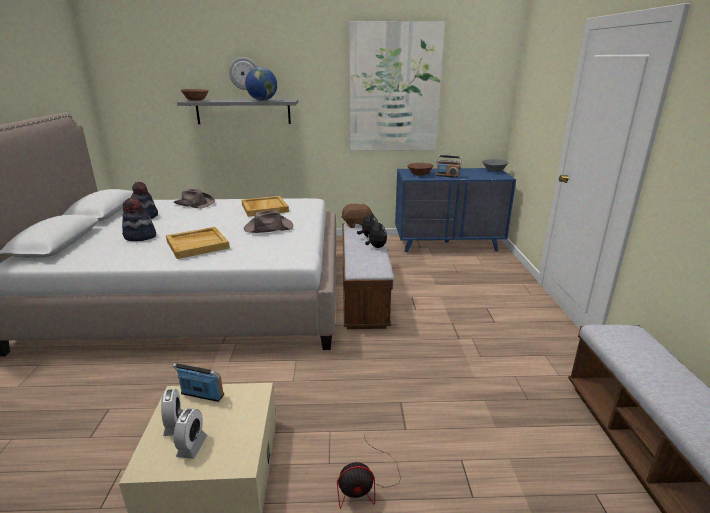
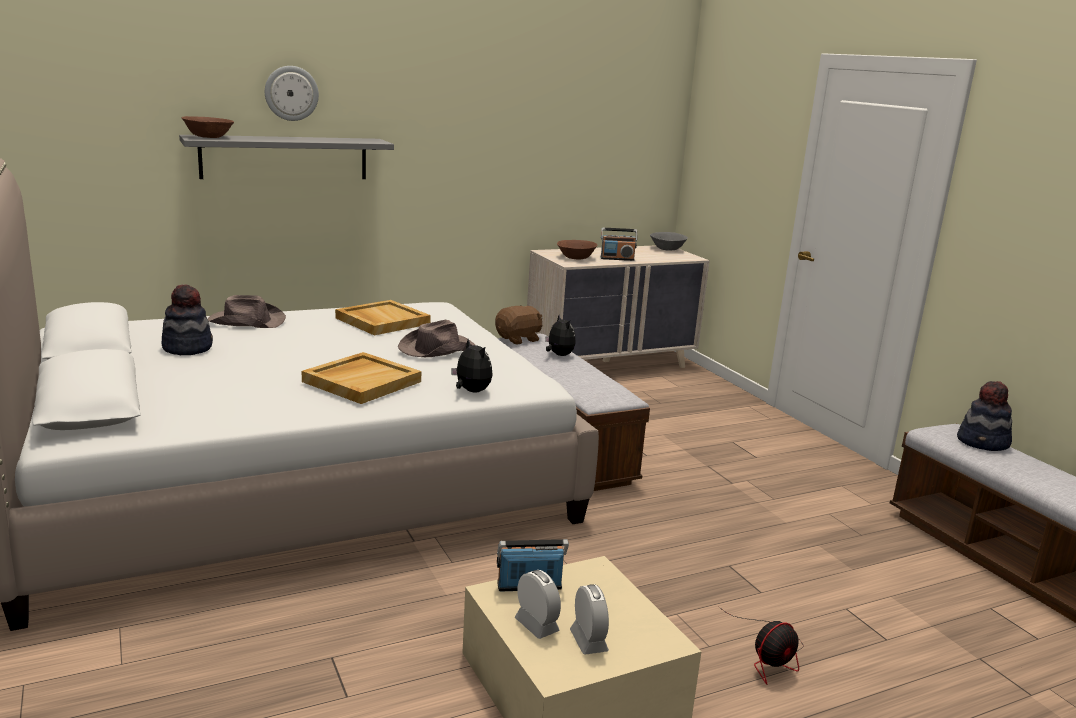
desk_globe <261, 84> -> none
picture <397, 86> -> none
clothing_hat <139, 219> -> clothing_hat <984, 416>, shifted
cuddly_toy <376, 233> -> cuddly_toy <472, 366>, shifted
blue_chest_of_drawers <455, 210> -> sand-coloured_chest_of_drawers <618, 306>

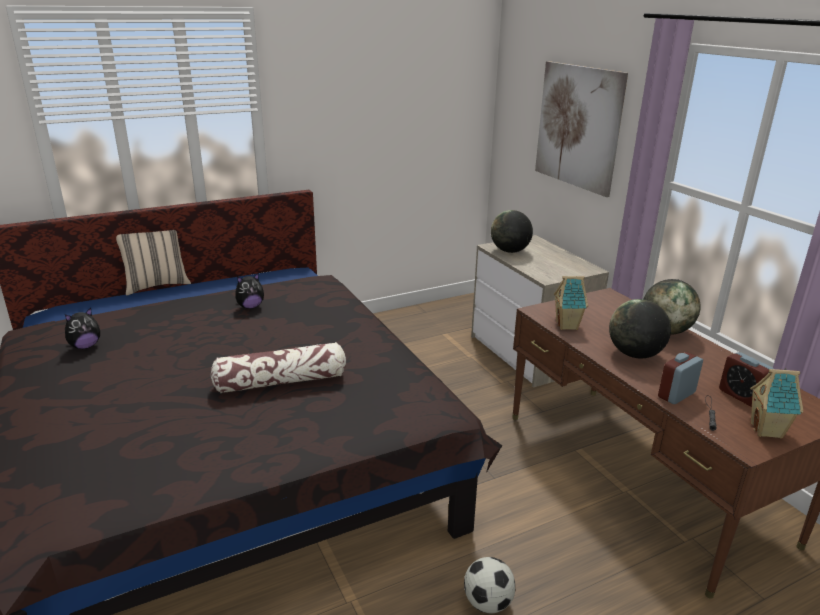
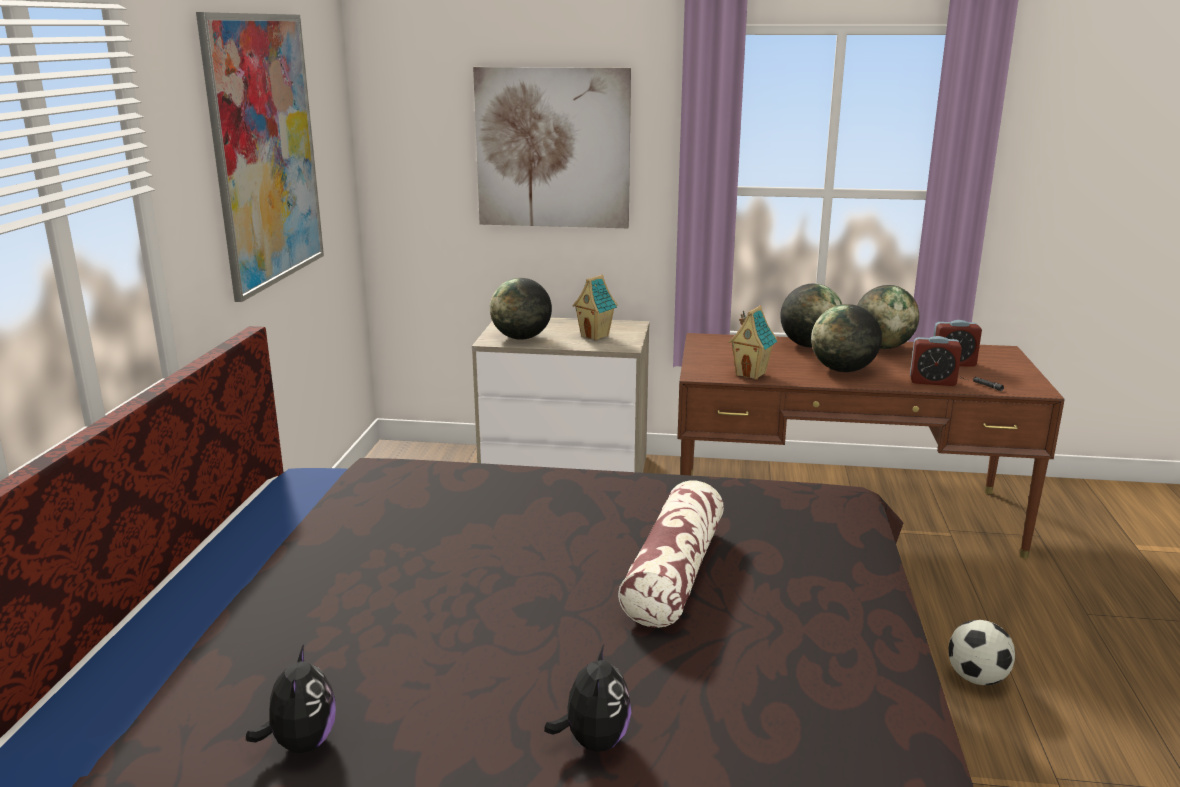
sand-coloured_cushion <153, 262> -> none
none -> picture <260, 157>
none -> desk_globe <888, 317>
cuddly_toy <249, 291> -> cuddly_toy <587, 698>, shifted
model_house <776, 403> -> model_house <594, 307>, shifted
alarm_clock <680, 378> -> alarm_clock <936, 361>, 75 degrees counterclockwise

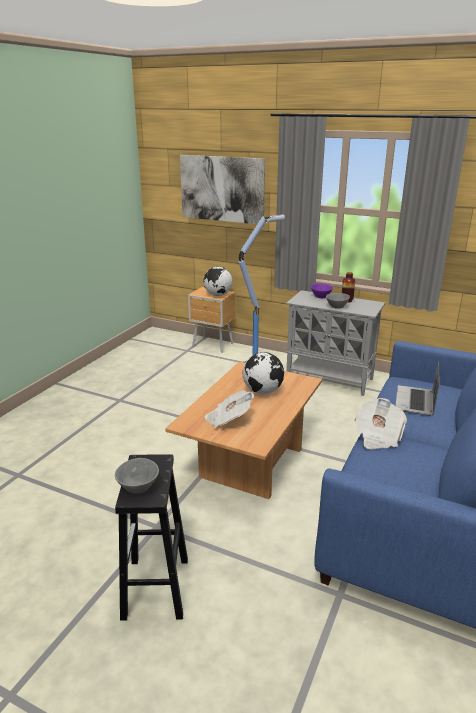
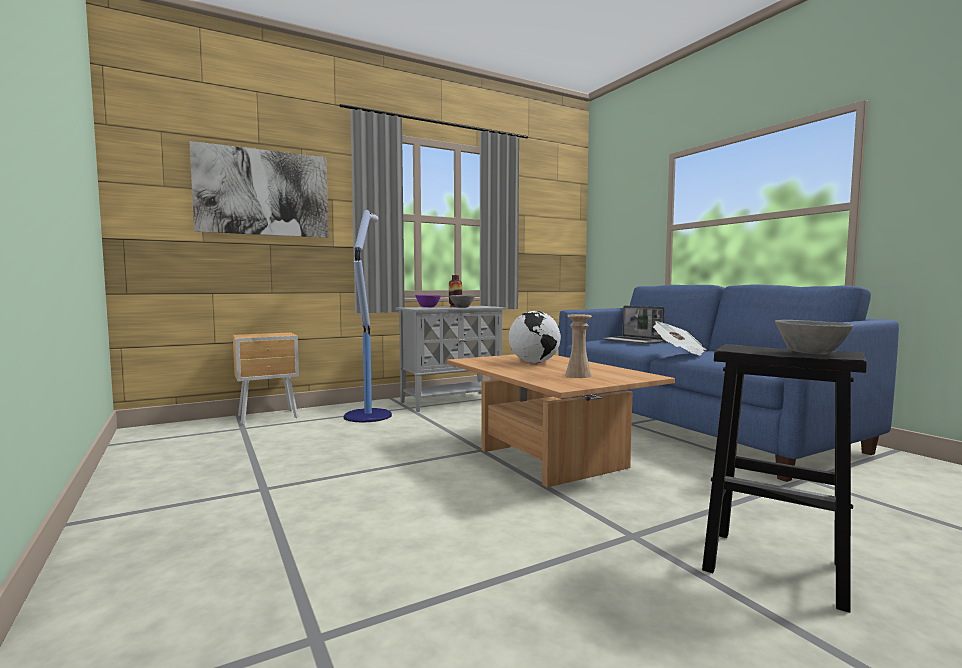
desk_globe <217, 281> -> none
daily_paper <229, 409> -> sand-coloured_vase <578, 346>

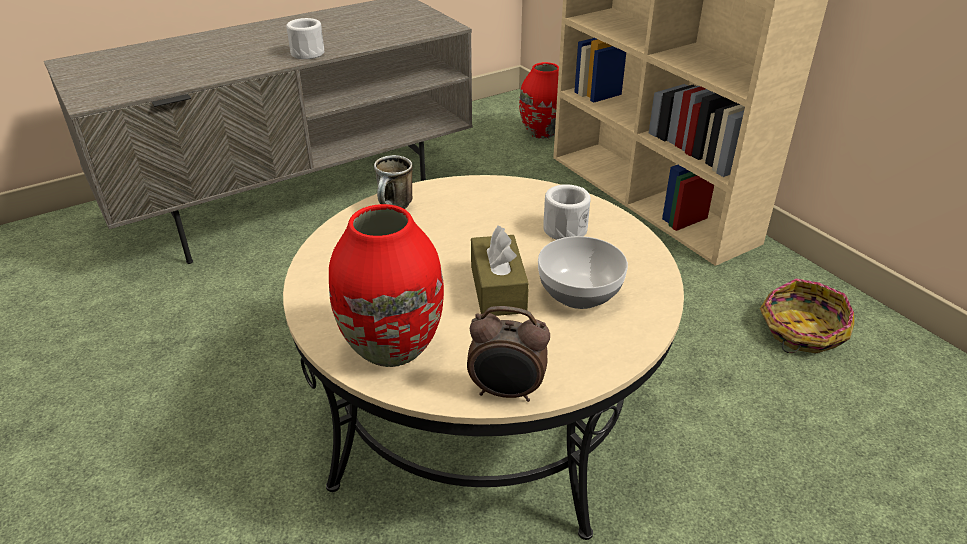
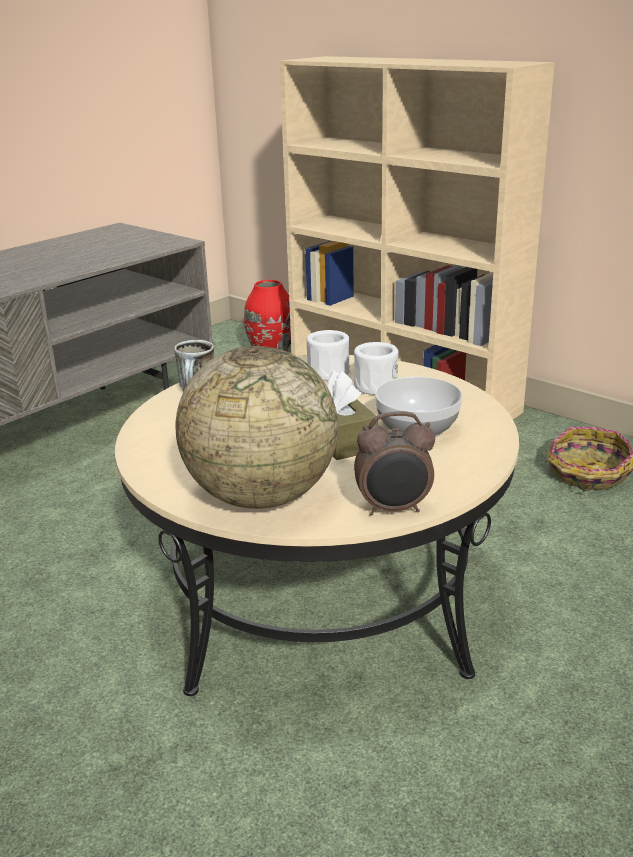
whitish_mug <305, 38> -> whitish_mug <328, 355>, shifted
reddish_vase <386, 285> -> desk_globe <256, 427>

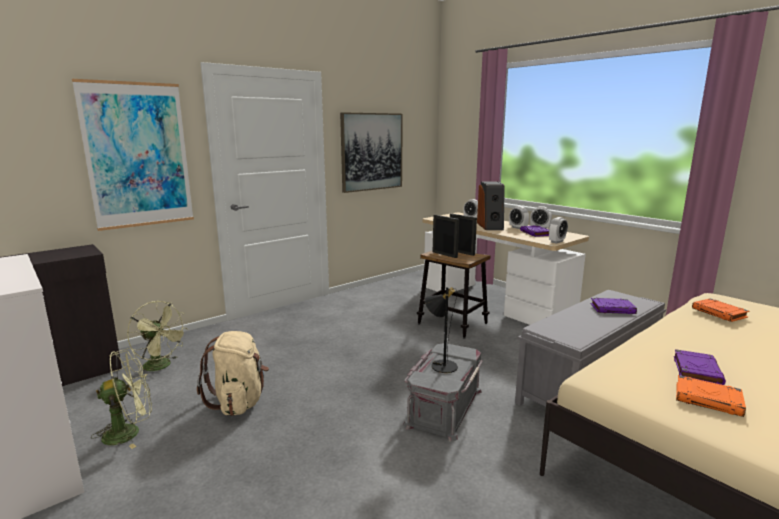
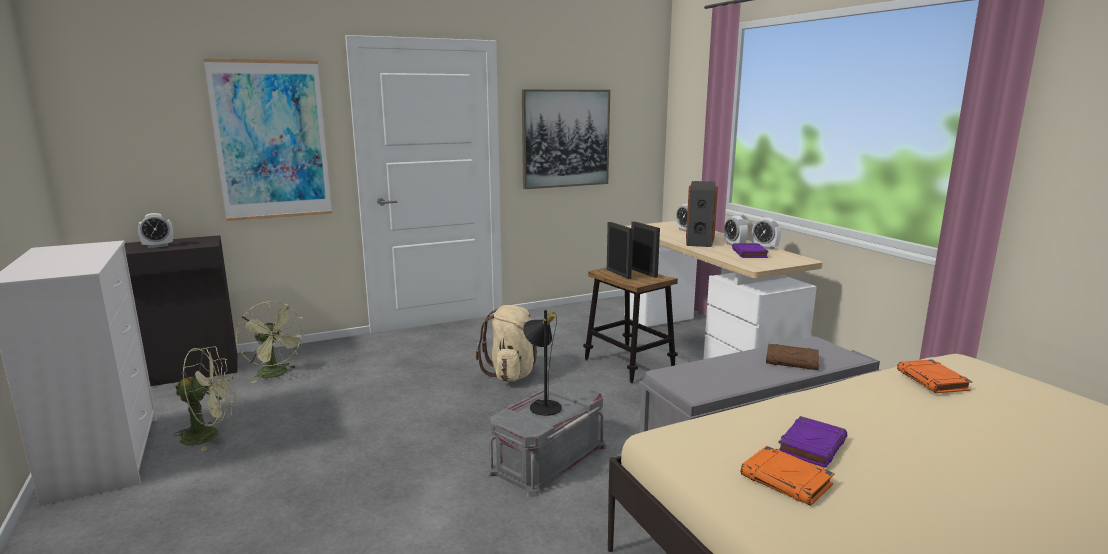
sand-coloured_rucksack <233, 373> -> sand-coloured_rucksack <506, 343>, shifted
alarm_clock <558, 230> -> alarm_clock <155, 230>, shifted
purplish_volume <613, 306> -> brownish_volume <792, 356>

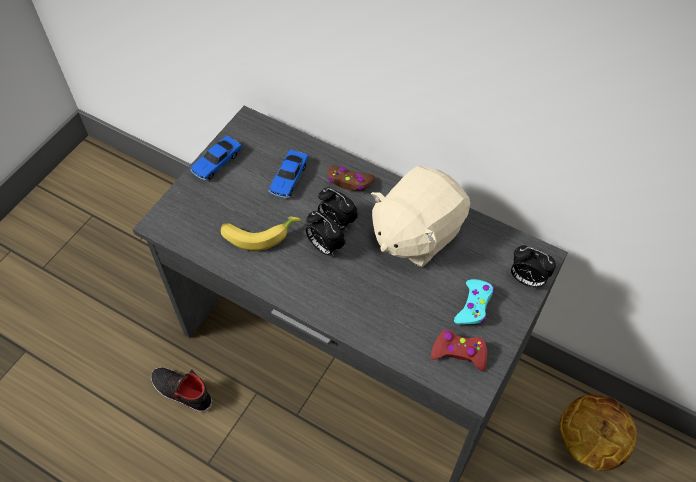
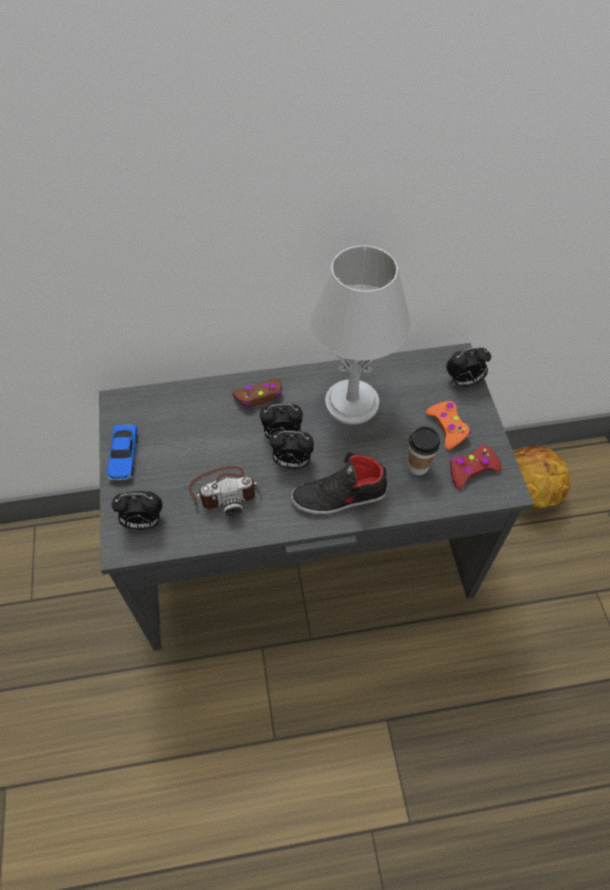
toy_car <288, 174> -> none
none -> alarm_clock <136, 510>
none -> drinking_cup <424, 450>
black-coloured_low_shoe <181, 390> -> black-coloured_low_shoe <339, 483>, shifted
whole_banana <261, 234> -> still_camera <224, 491>
sand-coloured_cuddly_toy <420, 216> -> gray_lamp_for_a_table <360, 335>
blue-green_gamepad <474, 302> -> orangey_gamepad <448, 425>

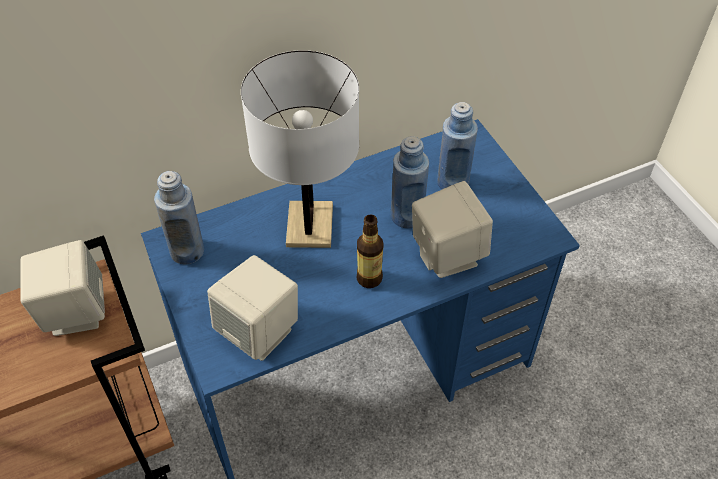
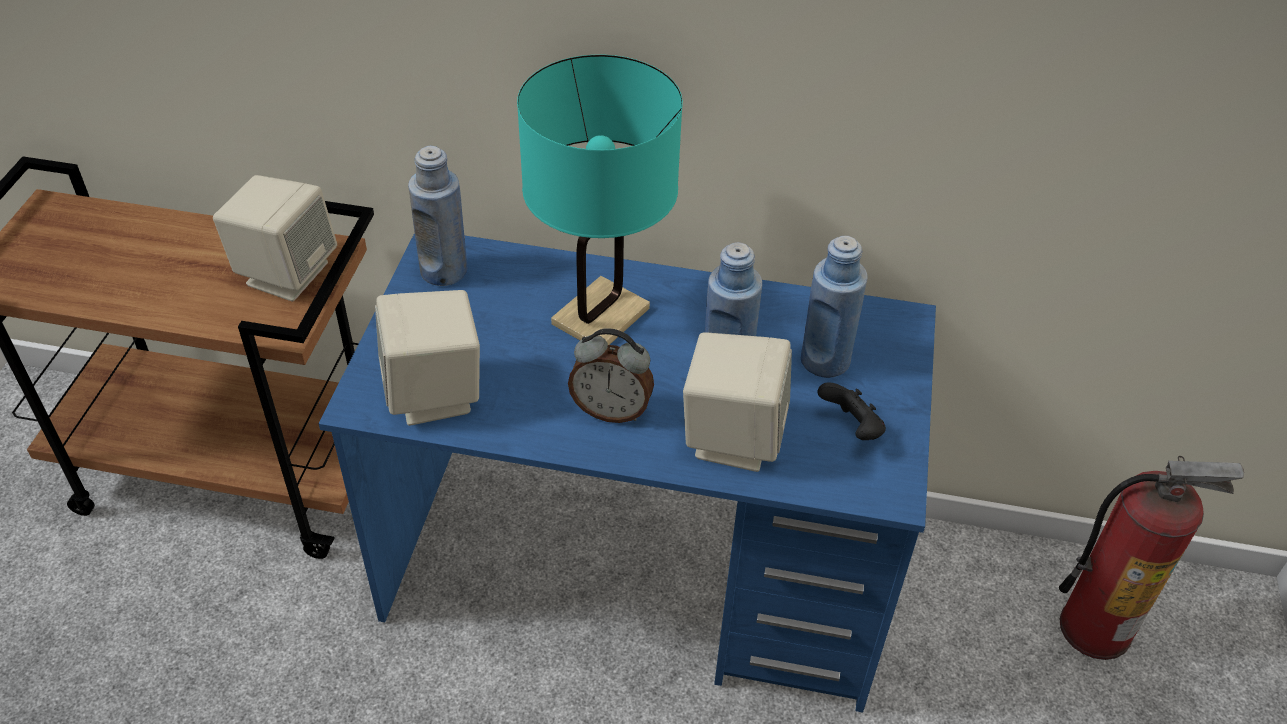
none -> black-coloured_gamepad <851, 411>
none -> fire_extinguisher <1151, 558>
drink_bottle <370, 251> -> alarm_clock <611, 375>
whitish_lamp_for_a_table <300, 149> -> blue-green_lamp_for_a_table <600, 200>

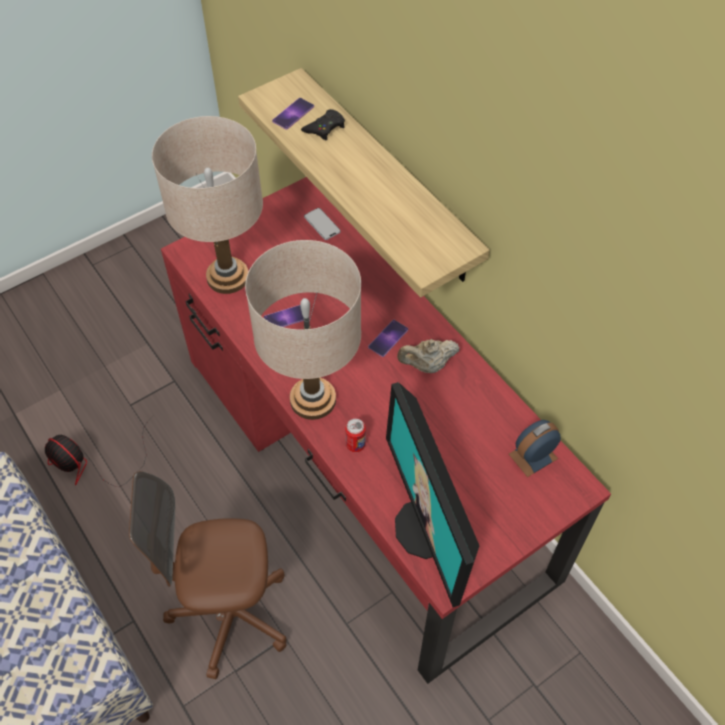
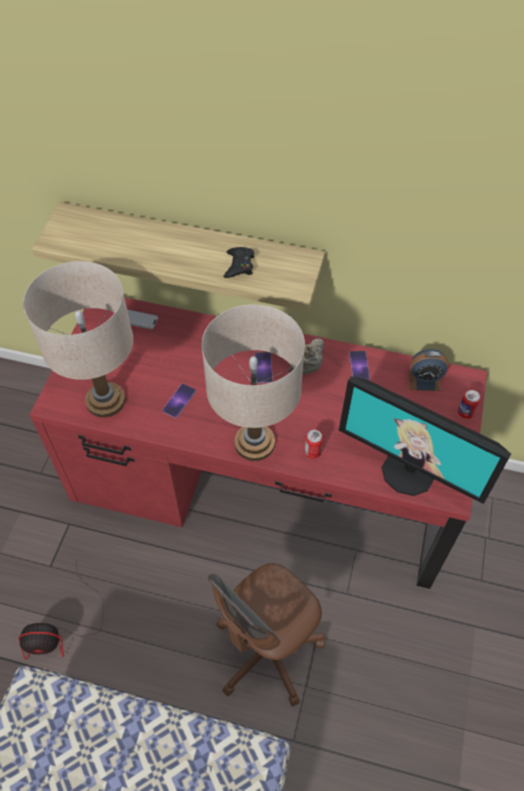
none -> can <469, 404>
phone <293, 114> -> phone <359, 366>, shifted
black-coloured_gamepad <323, 125> -> black-coloured_gamepad <238, 262>, shifted
alarm_clock <535, 448> -> alarm_clock <428, 370>, 105 degrees counterclockwise

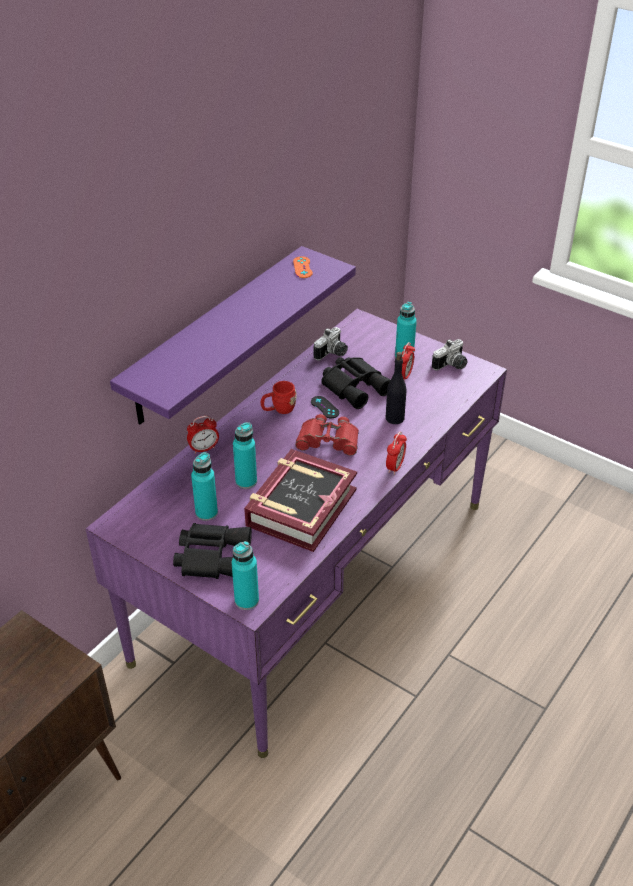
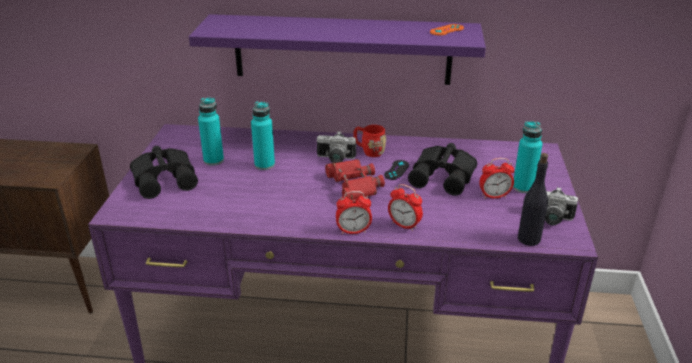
blue-green_drink_bottle <245, 575> -> none
volume <300, 500> -> none
alarm_clock <203, 435> -> alarm_clock <405, 207>, shifted
still_camera <331, 344> -> still_camera <336, 147>, shifted
black-coloured_drink_bottle <396, 388> -> black-coloured_drink_bottle <533, 199>, shifted

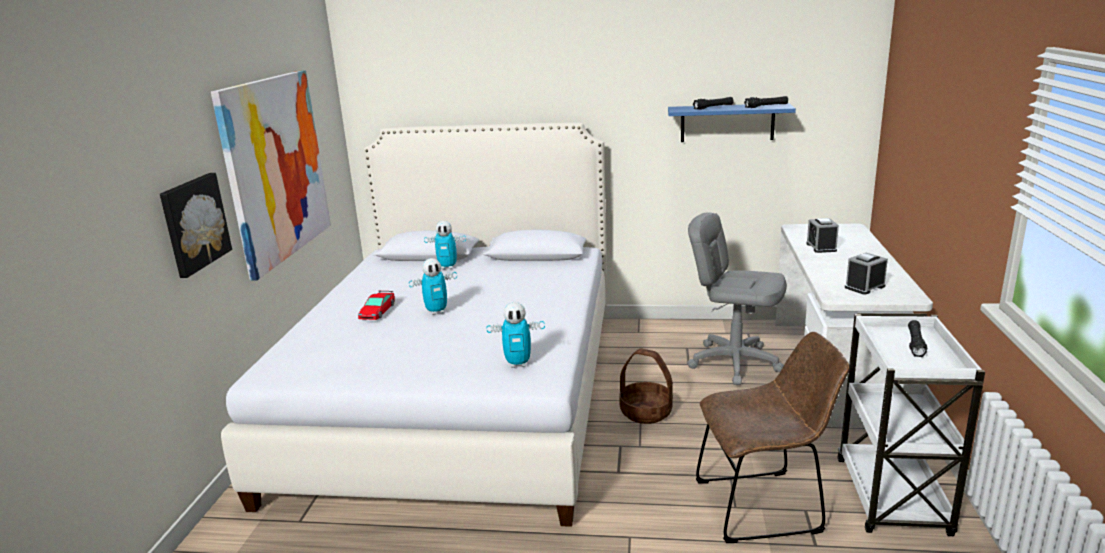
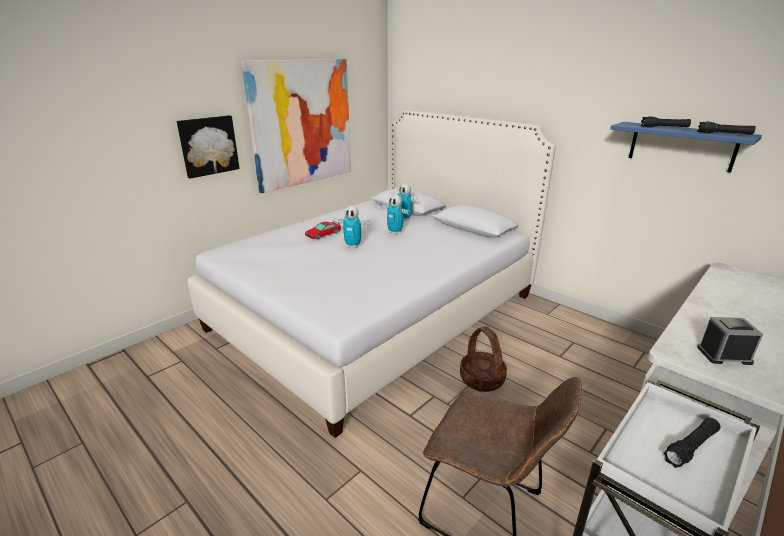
gray_computer_chair <737, 298> -> none
alarm_clock <822, 235> -> none
robot_figure <515, 335> -> robot_figure <395, 214>, shifted

